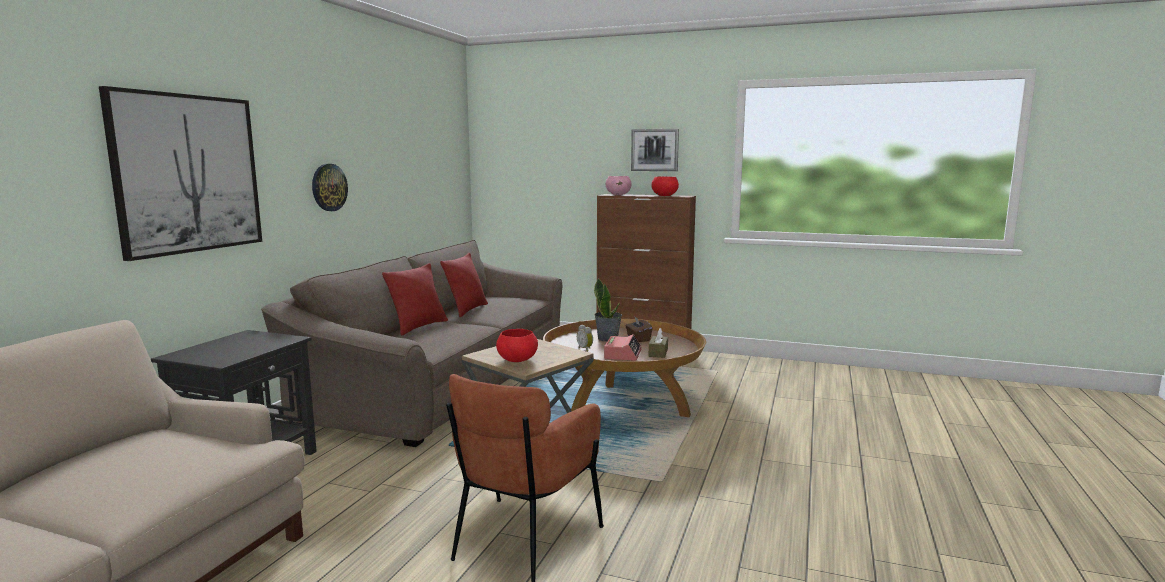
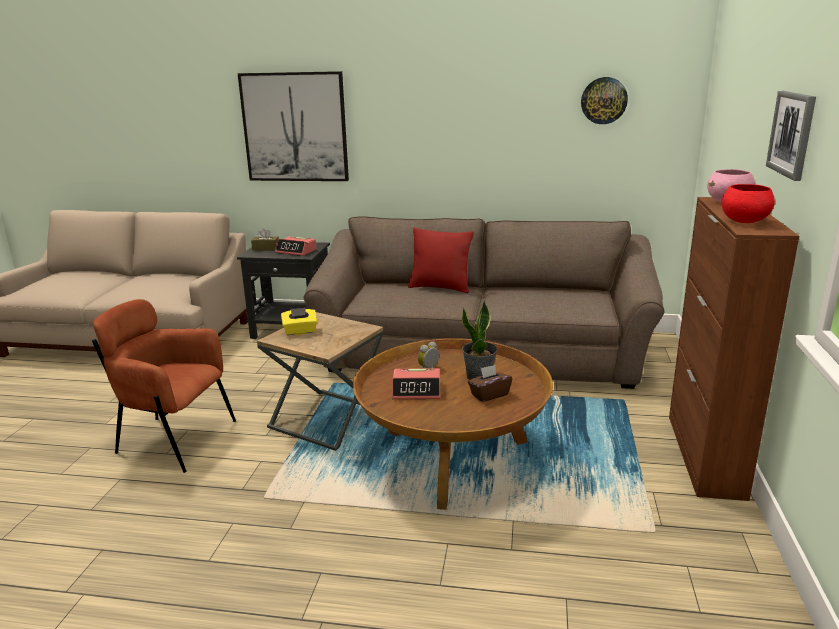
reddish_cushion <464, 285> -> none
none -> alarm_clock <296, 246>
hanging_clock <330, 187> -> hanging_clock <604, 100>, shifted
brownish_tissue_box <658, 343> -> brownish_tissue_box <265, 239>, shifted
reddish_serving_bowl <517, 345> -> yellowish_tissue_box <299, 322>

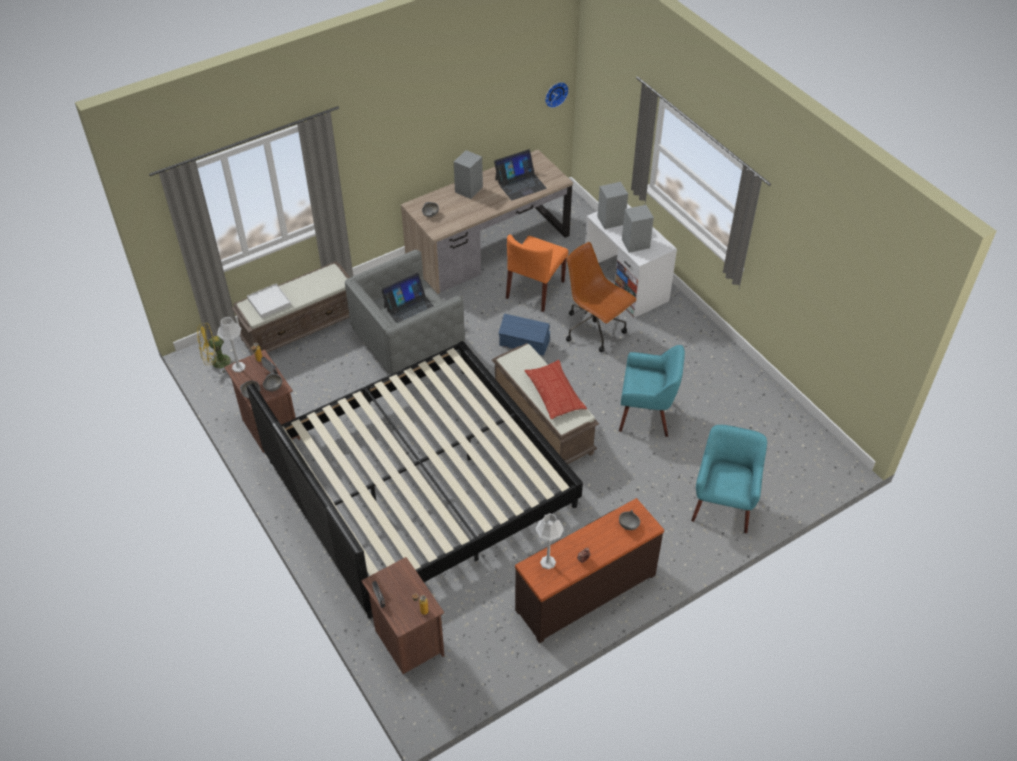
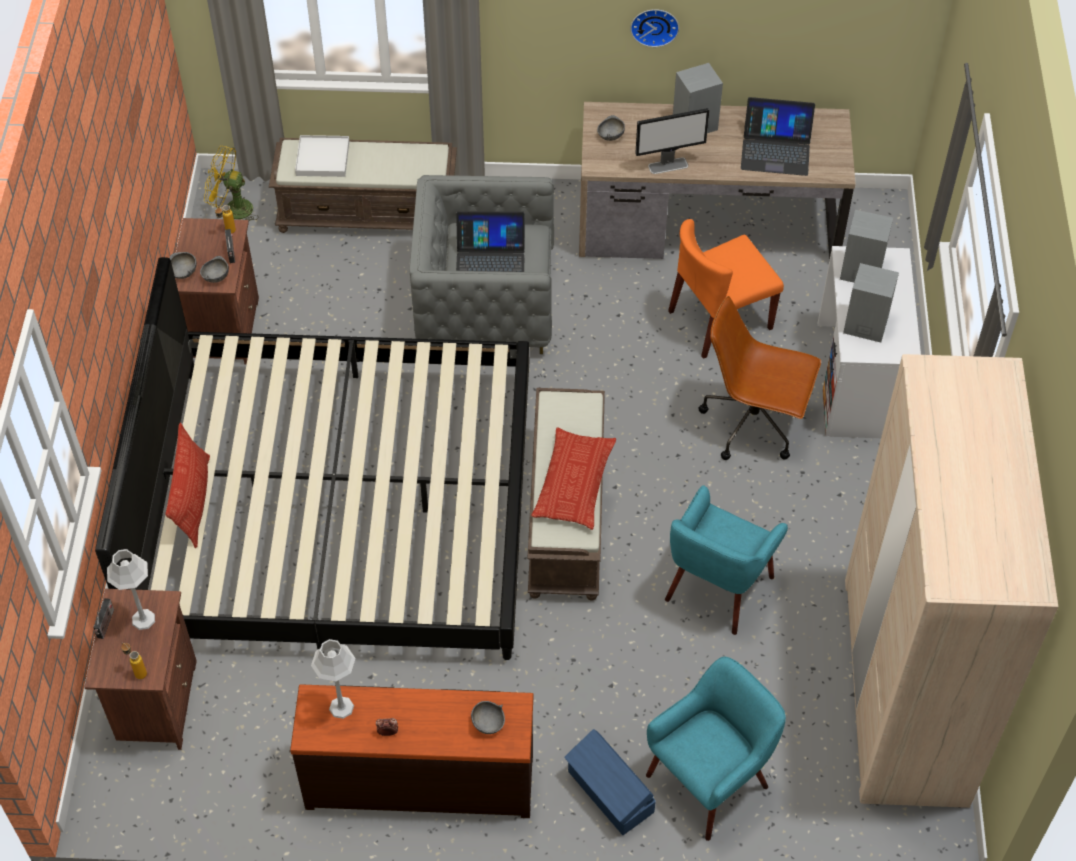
none -> cushion <187, 485>
none -> computer_screen <672, 141>
none -> sand-coloured_wardrobe <951, 581>
gray_lamp_for_a_table <231, 344> -> gray_lamp_for_a_table <131, 589>, shifted
blue_storage_box <524, 335> -> blue_storage_box <610, 782>, shifted
hanging_clock <557, 95> -> hanging_clock <654, 28>, shifted
brownish_computer_chair <601, 297> -> brownish_computer_chair <759, 378>, 60 degrees counterclockwise
blue-green_lounge_chair <652, 391> -> blue-green_lounge_chair <726, 560>, 75 degrees clockwise

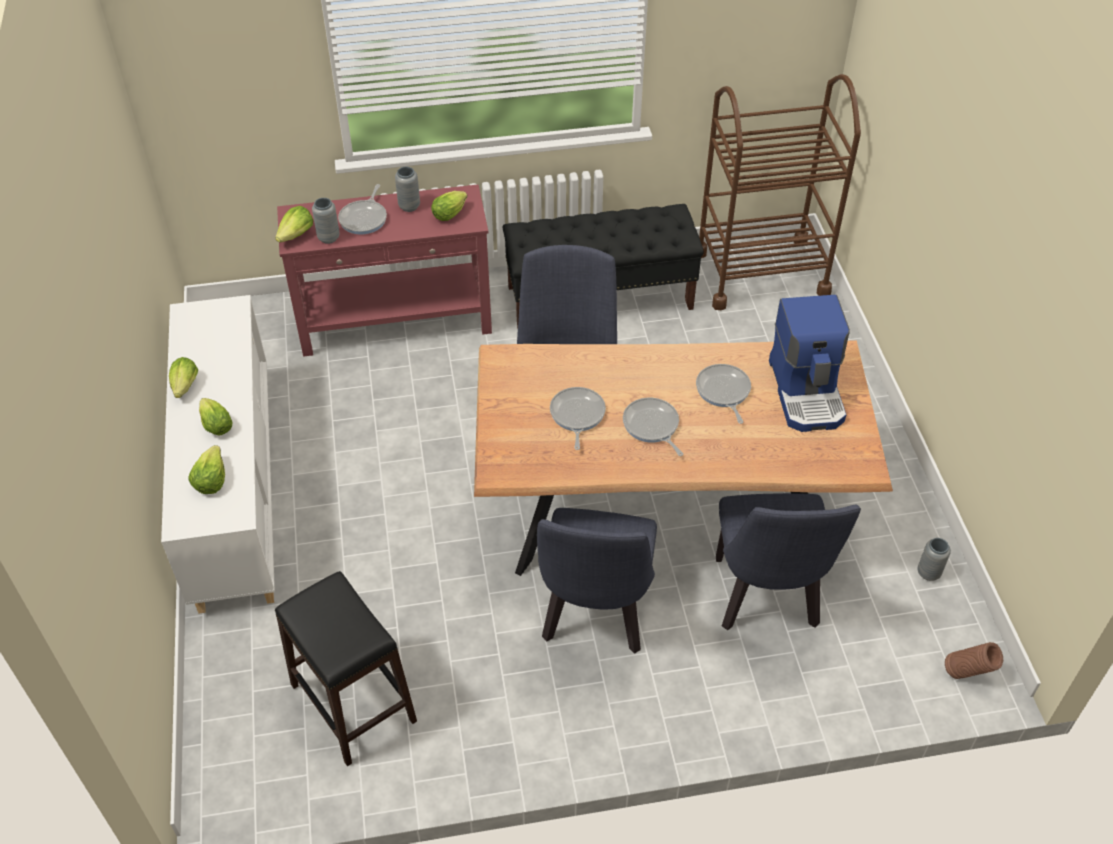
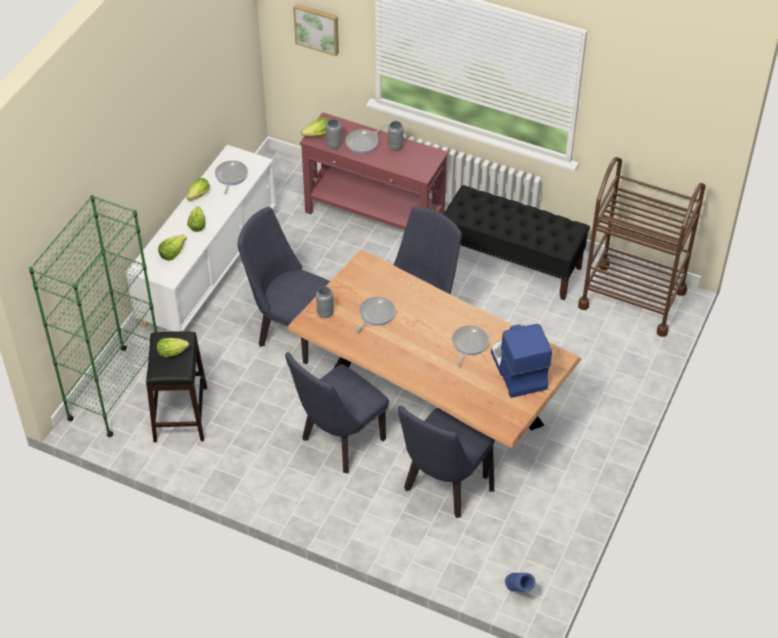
none -> green_bookcase <93, 316>
none -> blue_upright_chair <283, 285>
none -> picture <316, 30>
lettuce_head <449, 206> -> lettuce_head <173, 347>, shifted
skillet <653, 427> -> skillet <231, 178>, shifted
gray_vase <934, 559> -> gray_vase <325, 302>, shifted
brownish_vase <974, 660> -> blue_vase <520, 582>
coffee_maker <809, 363> -> coffee_maker <521, 361>, 135 degrees clockwise

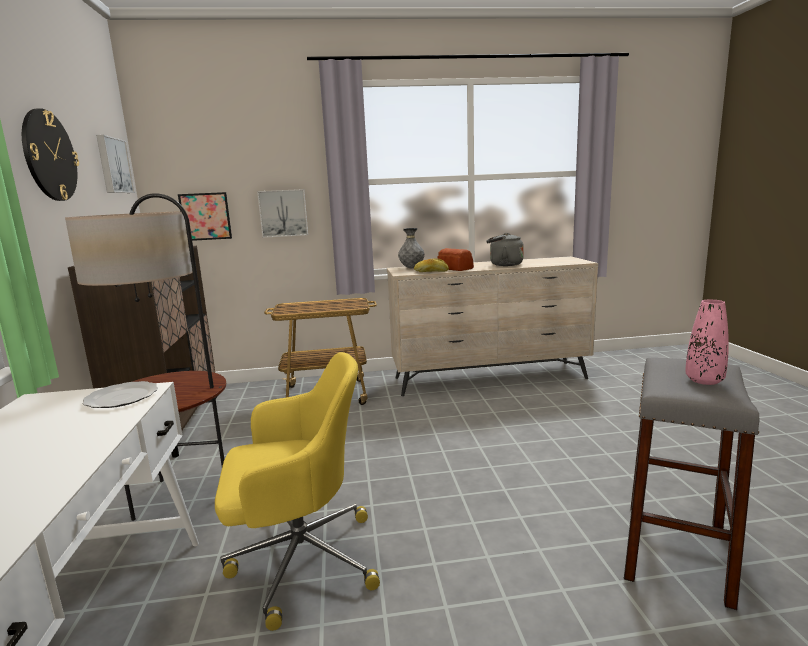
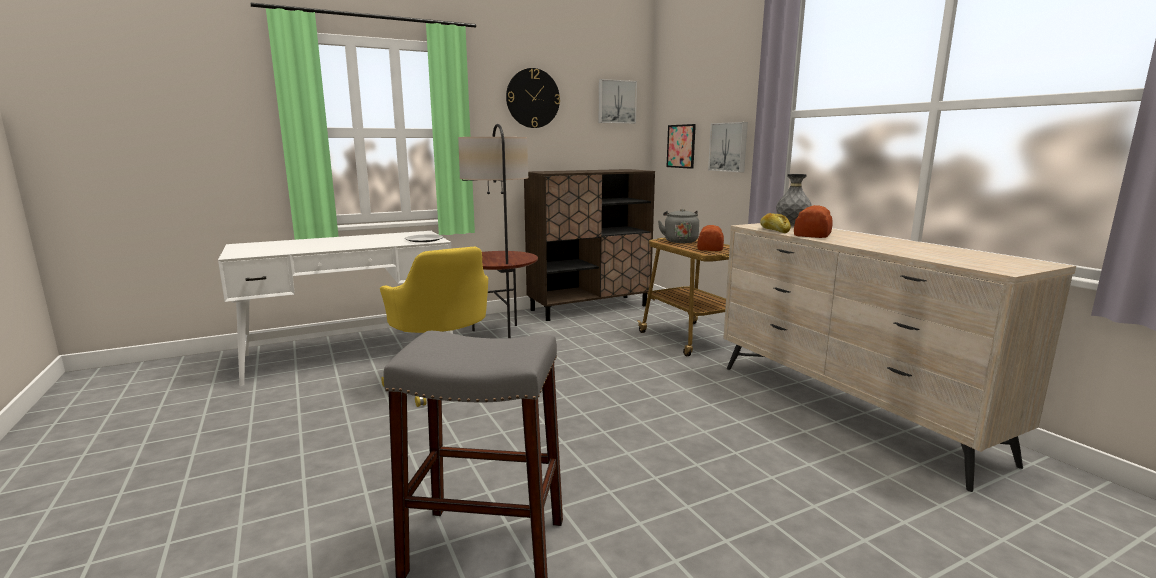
pink_vase <707, 342> -> none
none -> bakery_bread <710, 238>
gray_tea_kettle <505, 249> -> gray_tea_kettle <678, 226>, shifted

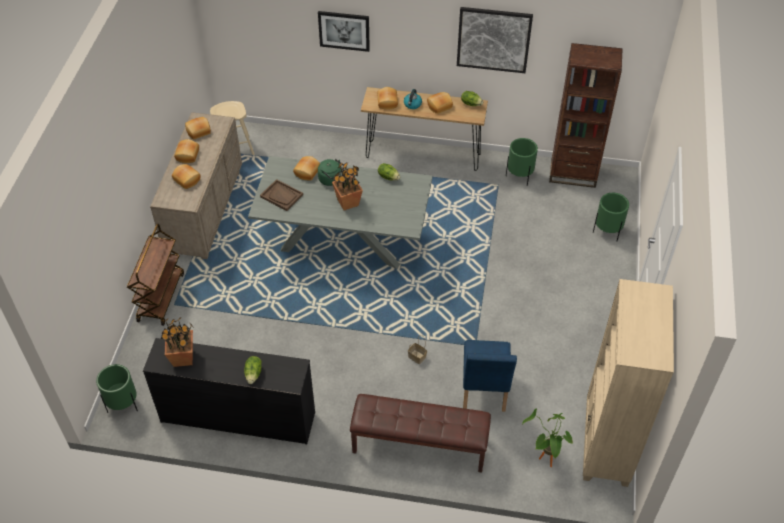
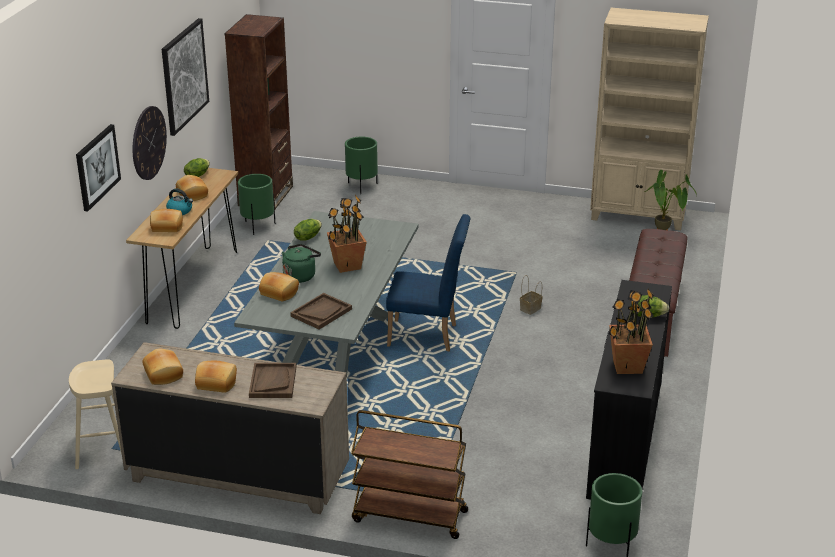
none -> hanging_clock <149, 143>
blue_upright_chair <490, 376> -> blue_upright_chair <428, 283>, shifted
bakery_bread <186, 176> -> brownish_serving_tray <272, 380>

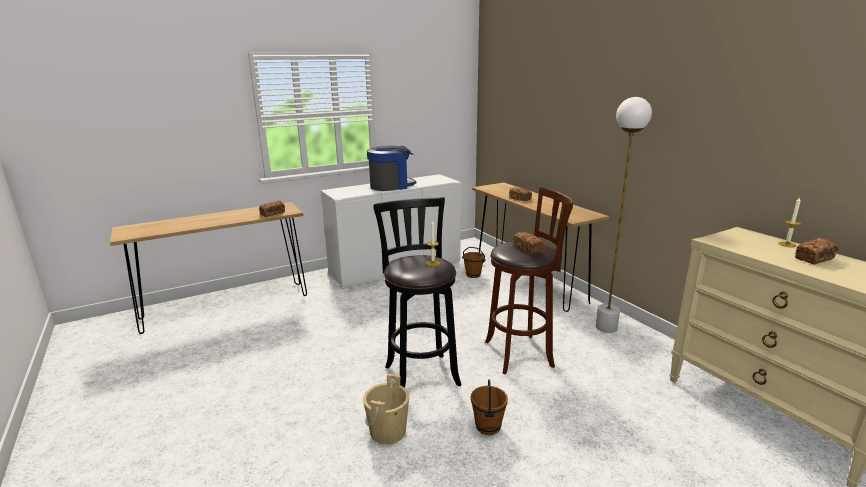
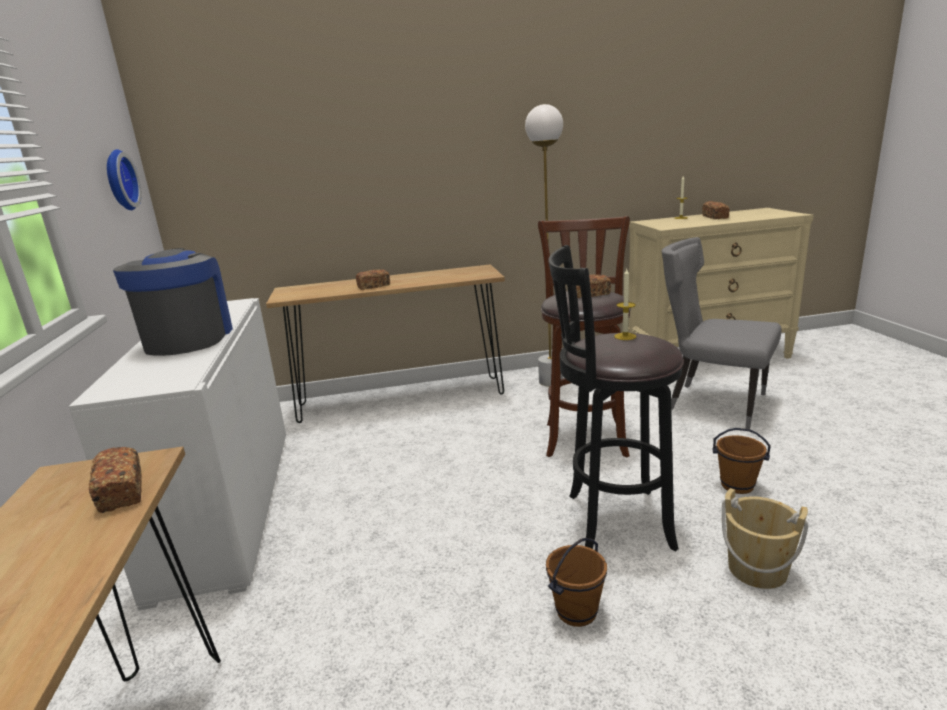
none -> hanging_clock <124, 179>
none -> gray_upright_chair <721, 333>
brownish_bucket <474, 262> -> brownish_bucket <576, 582>, shifted

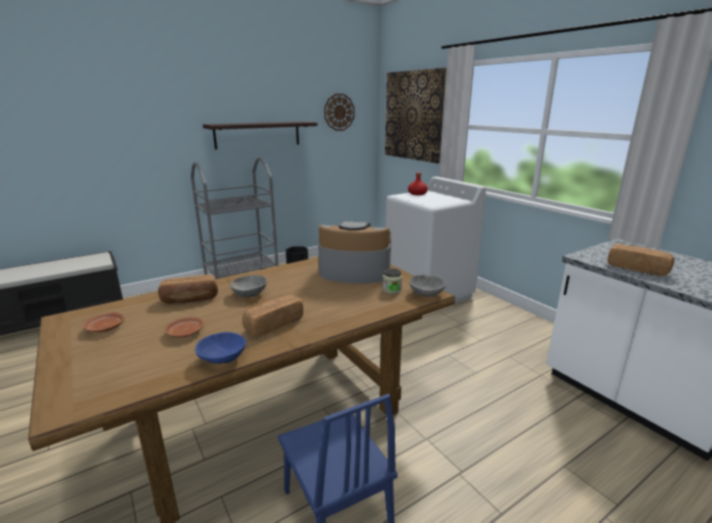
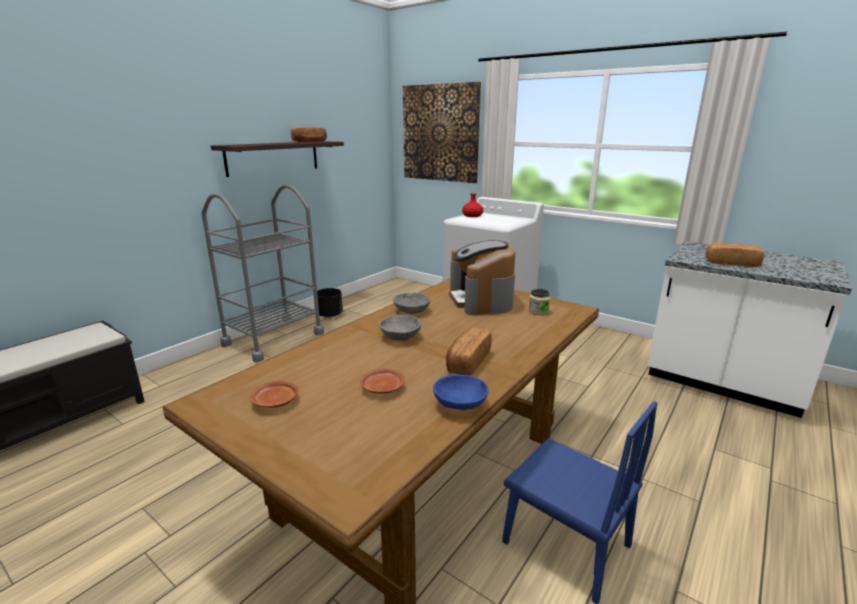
hanging_clock <339, 112> -> none
bakery_bread <188, 289> -> bakery_bread <309, 134>, shifted
gray_serving_bowl <427, 286> -> gray_serving_bowl <412, 303>, shifted
coffee_maker <354, 252> -> coffee_maker <482, 276>, 90 degrees counterclockwise

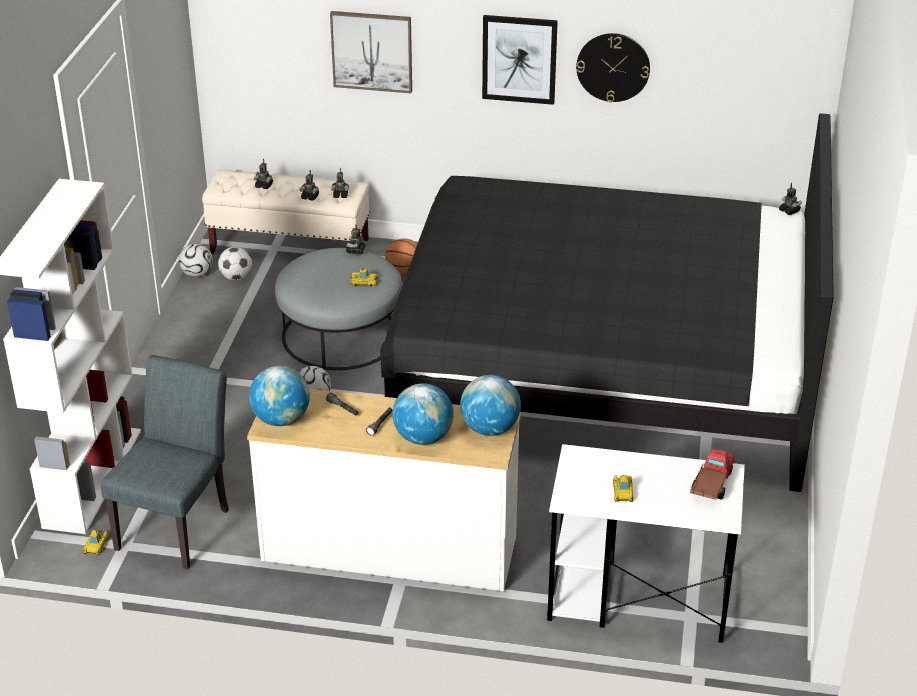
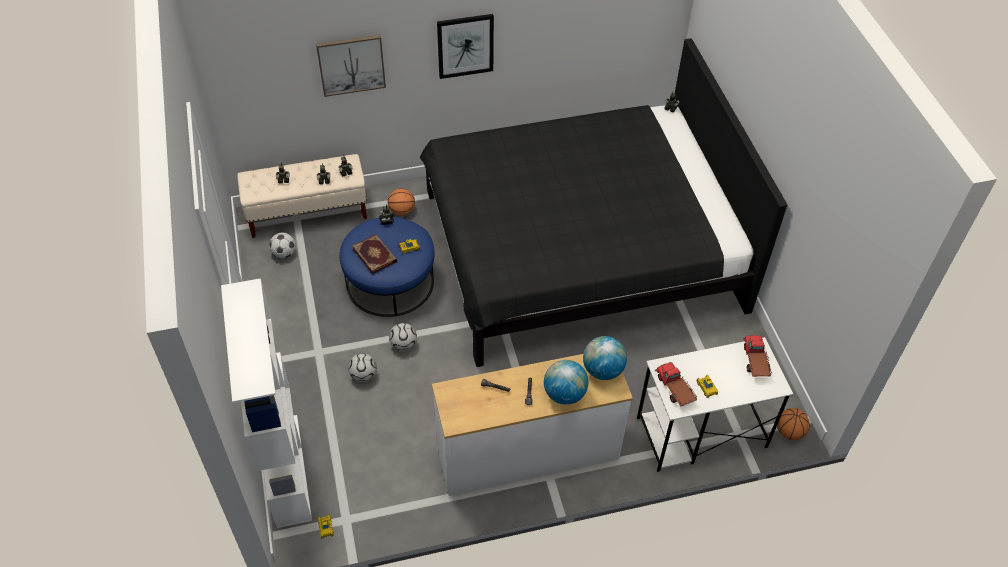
gray_upright_chair <165, 462> -> none
desk_globe <279, 396> -> none
hanging_clock <613, 67> -> none
none -> volume <374, 254>
none -> toy_lorry <676, 384>
none -> ball_for_basketball <793, 424>
football_ball <196, 260> -> football_ball <362, 367>, shifted
gray_footrest <338, 309> -> blue_footrest <386, 267>

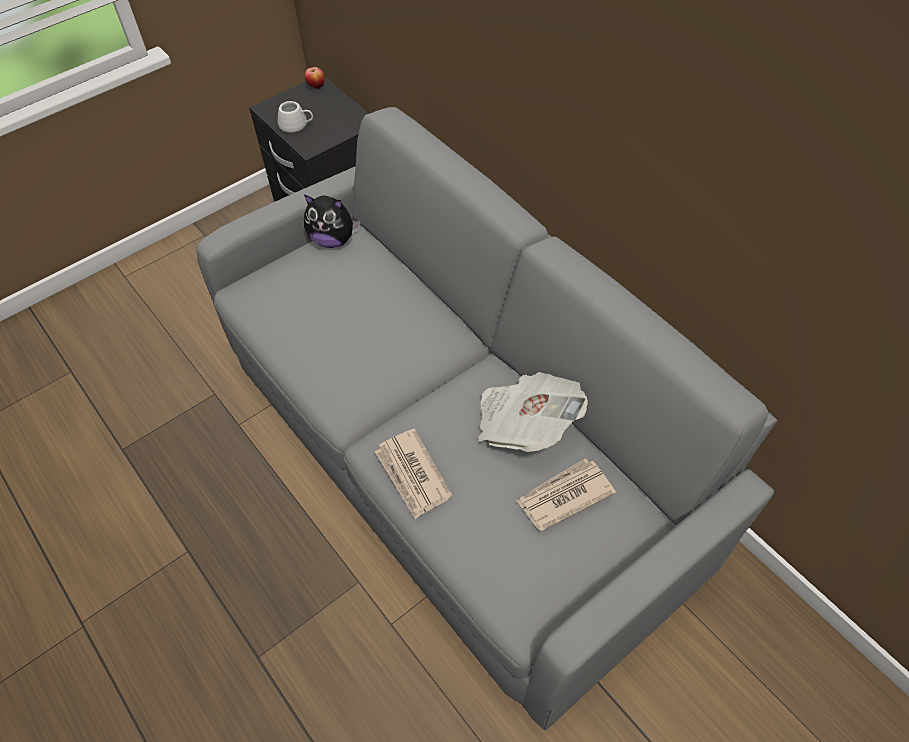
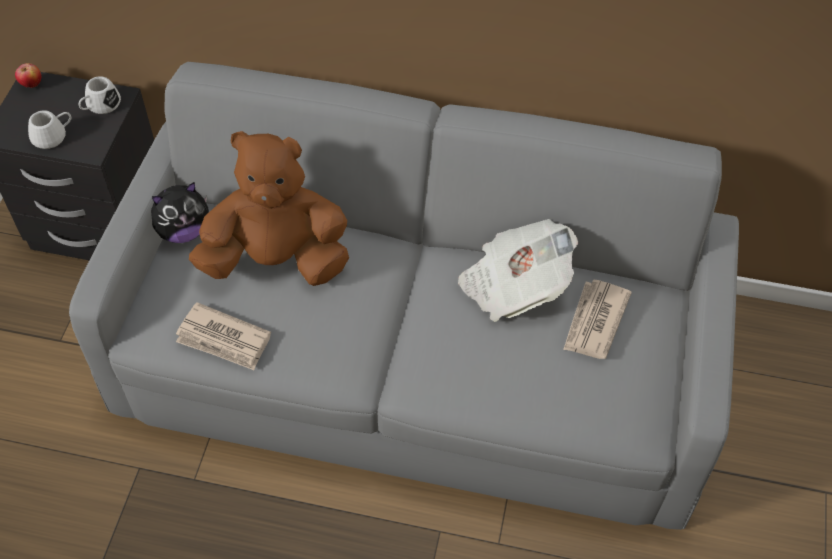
none -> whitish_mug <100, 95>
none -> brownish_cuddly_toy <269, 208>
daily_paper <413, 473> -> daily_paper <223, 336>, shifted

